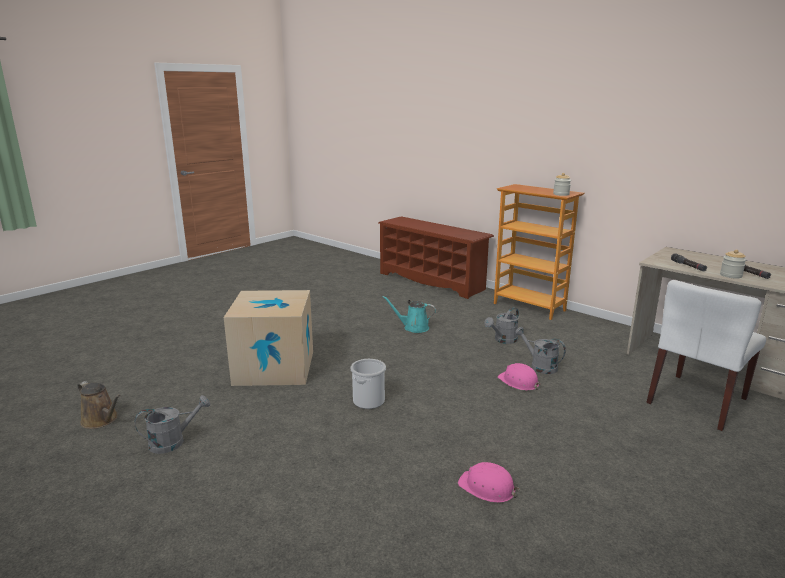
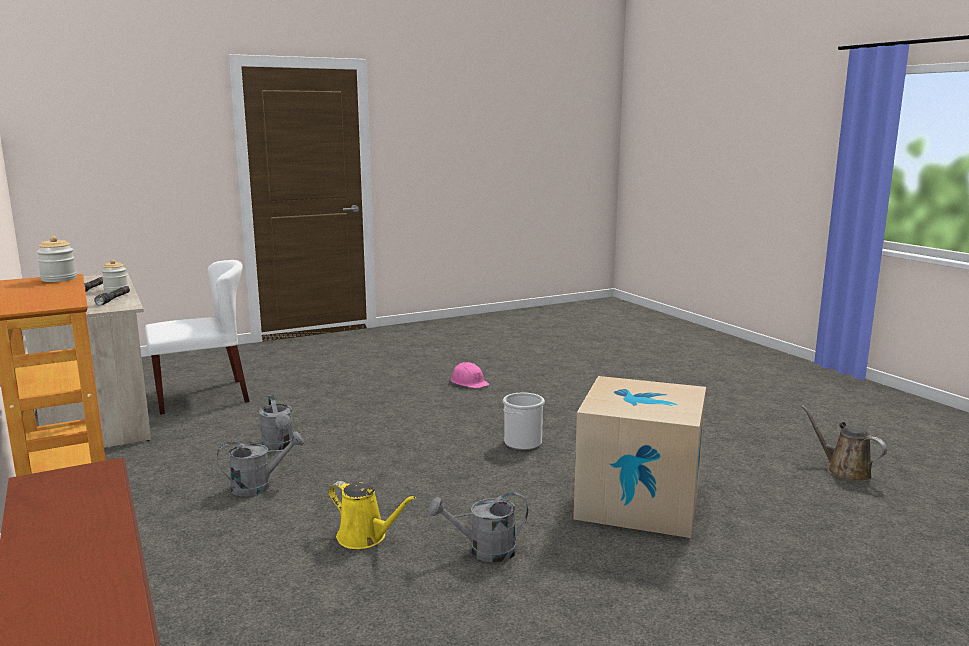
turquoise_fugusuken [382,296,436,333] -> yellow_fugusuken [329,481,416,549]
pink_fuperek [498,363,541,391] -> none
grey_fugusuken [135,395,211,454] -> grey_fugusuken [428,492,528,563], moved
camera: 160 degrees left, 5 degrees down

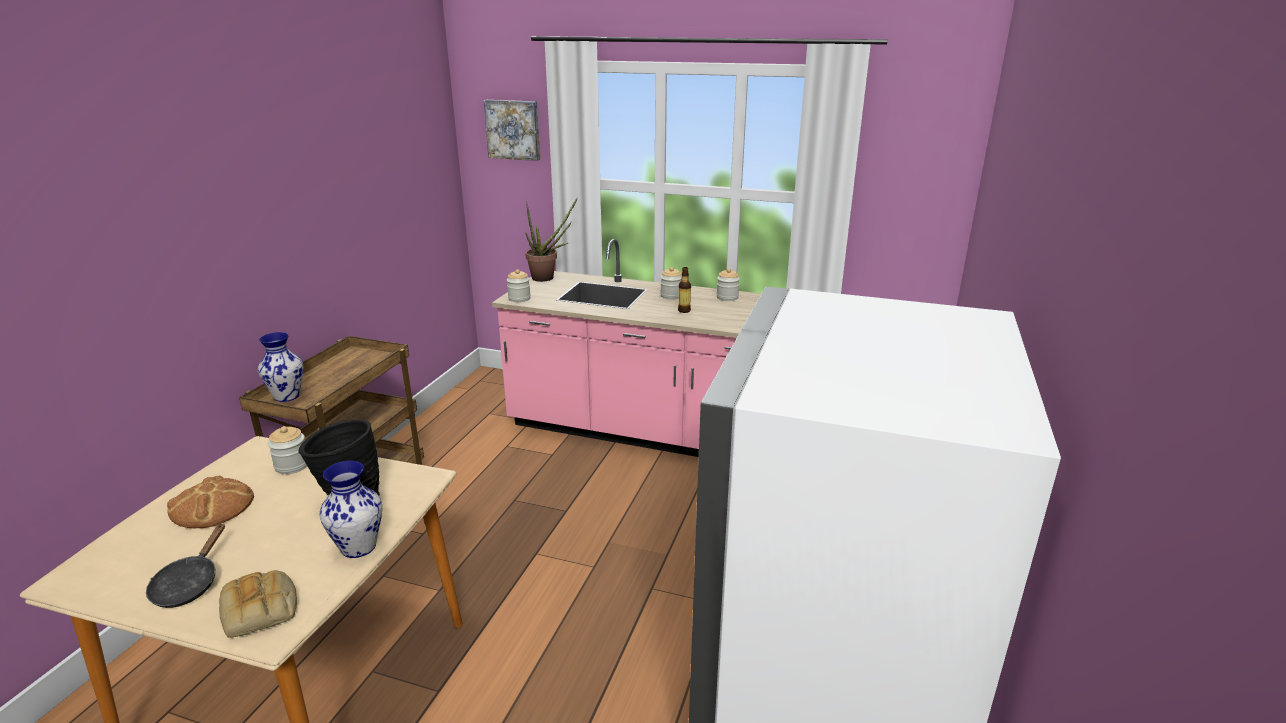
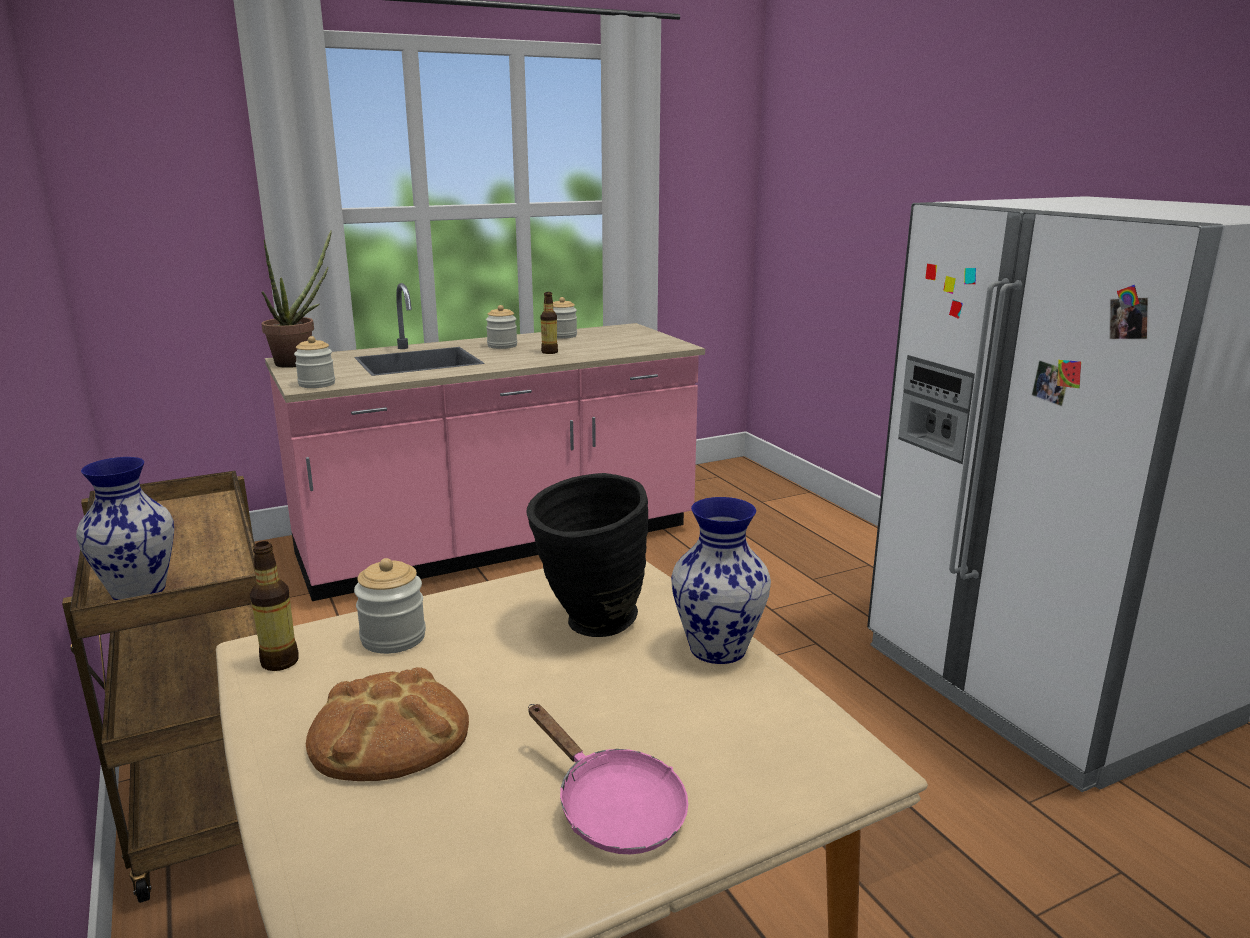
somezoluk [483,100,540,161] -> none
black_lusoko [146,523,225,608] -> pink_lusoko [528,704,688,854]
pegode [219,570,297,638] -> none
none -> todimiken [250,541,299,671]
camera: 45 degrees left, 5 degrees down

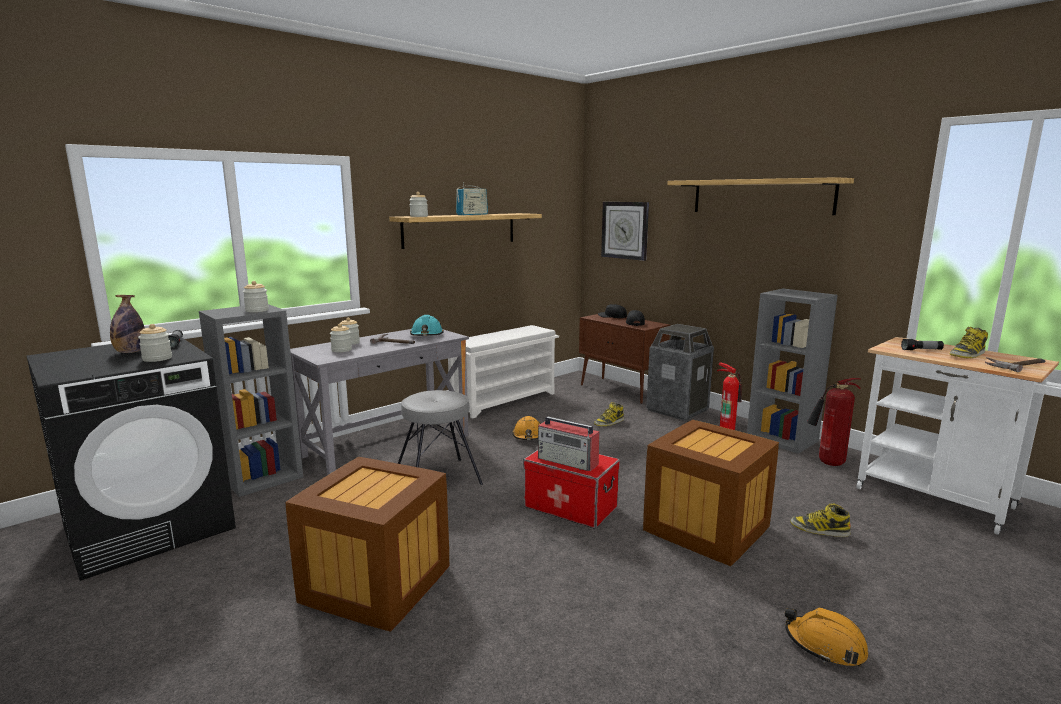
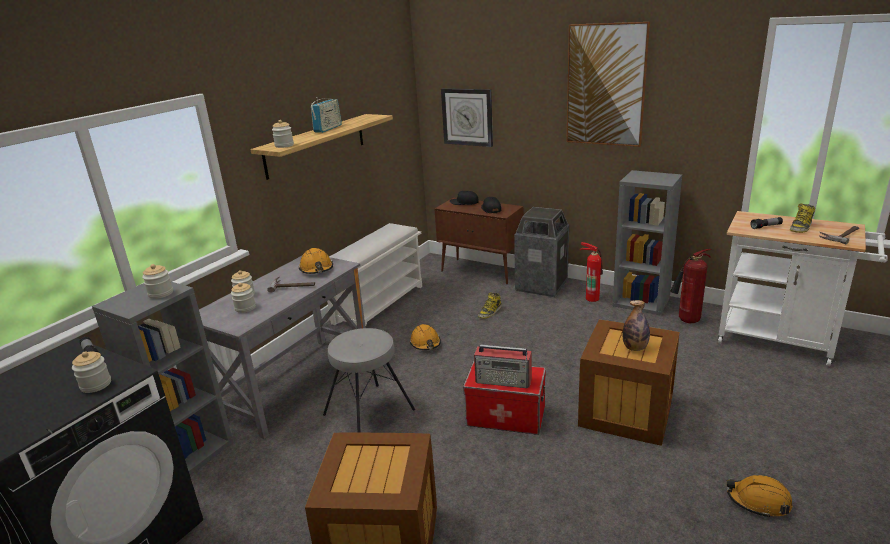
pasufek [667,177,854,215] -> somezoluk [566,22,650,147]
todimiken [110,295,145,353] -> todimiken [623,300,650,351], moved
turquoise_fuperek [410,315,444,336] -> orange_fuperek [299,248,333,274]
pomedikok [790,503,851,537] -> none
camera: 15 degrees left, 10 degrees up

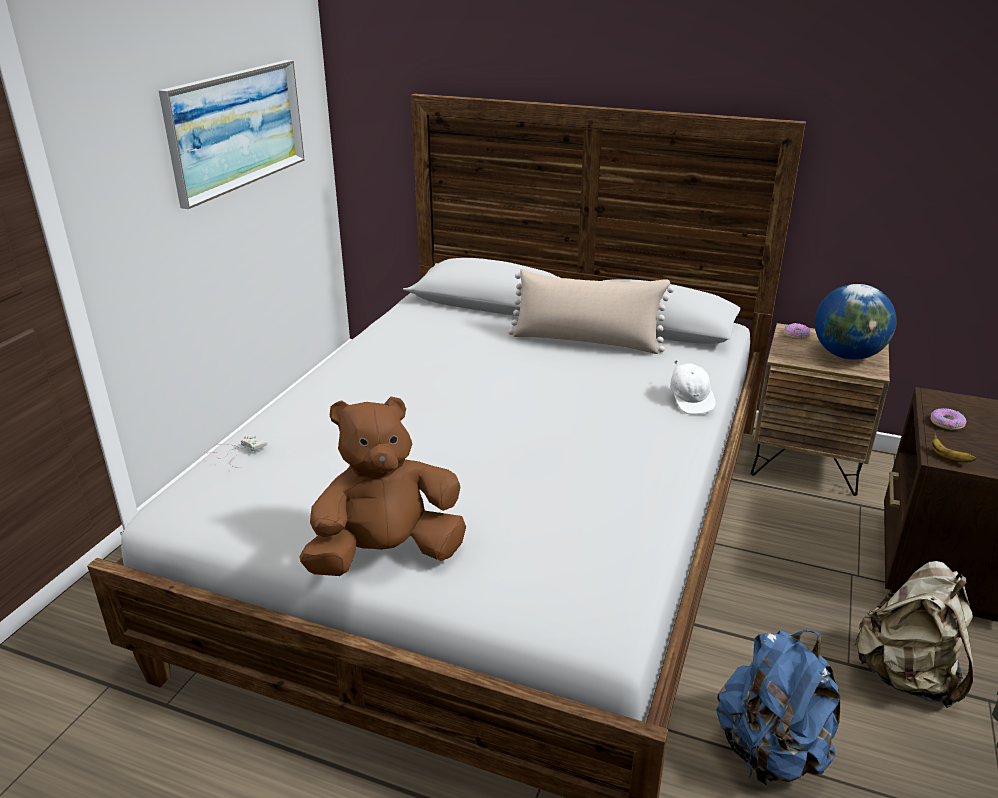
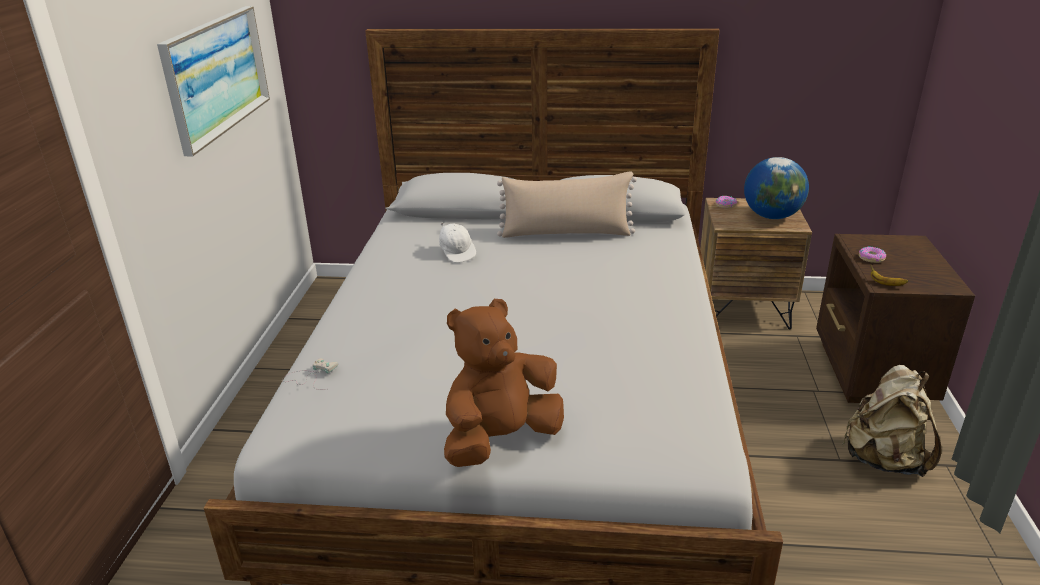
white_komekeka [670,360,716,415] -> white_komekeka [439,223,476,263], moved
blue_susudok [716,630,840,785] -> none
camera: 15 degrees left, 0 degrees up

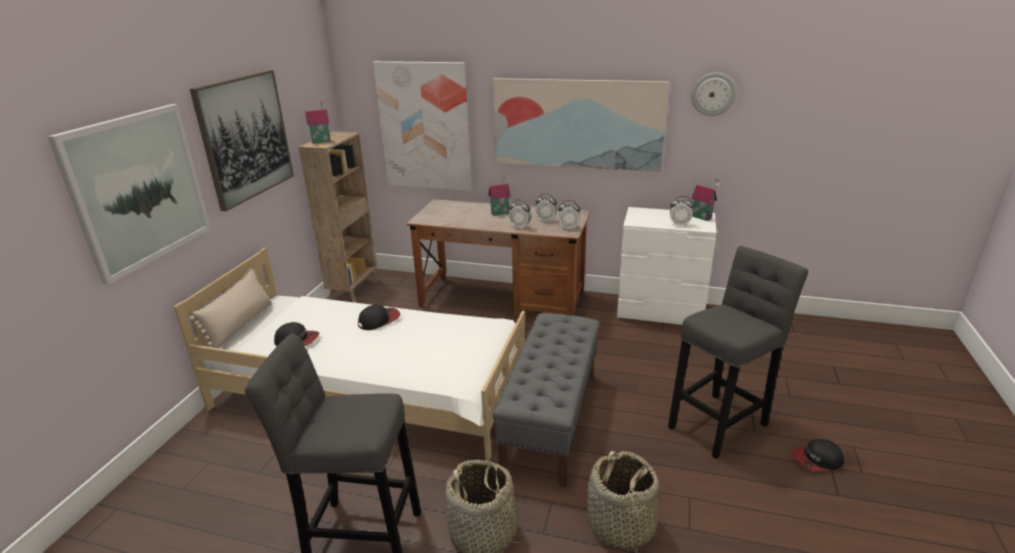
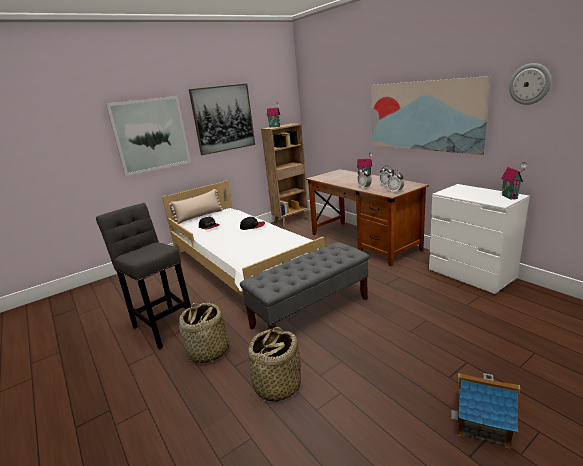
somezoluk [373,61,472,191] -> none
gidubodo [670,196,694,227] -> none
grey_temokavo [668,246,808,459] -> none
komekeka [791,439,844,472] -> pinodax [451,373,521,449]
camera: 40 degrees right, 5 degrees down

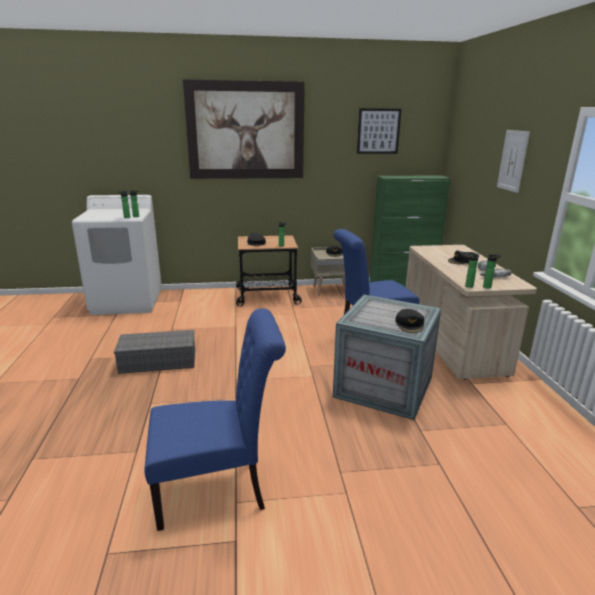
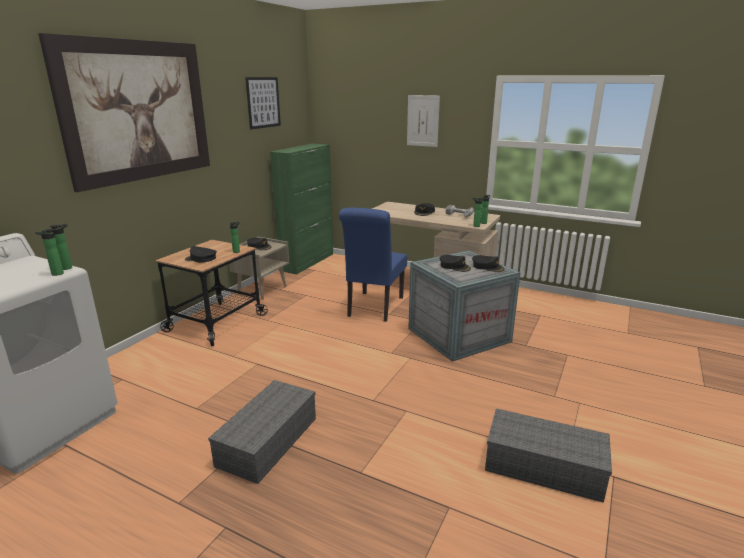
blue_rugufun [145,308,286,531] -> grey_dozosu [485,409,612,503]
none -> black_komekeka [439,255,471,272]
camera: 55 degrees left, 0 degrees up

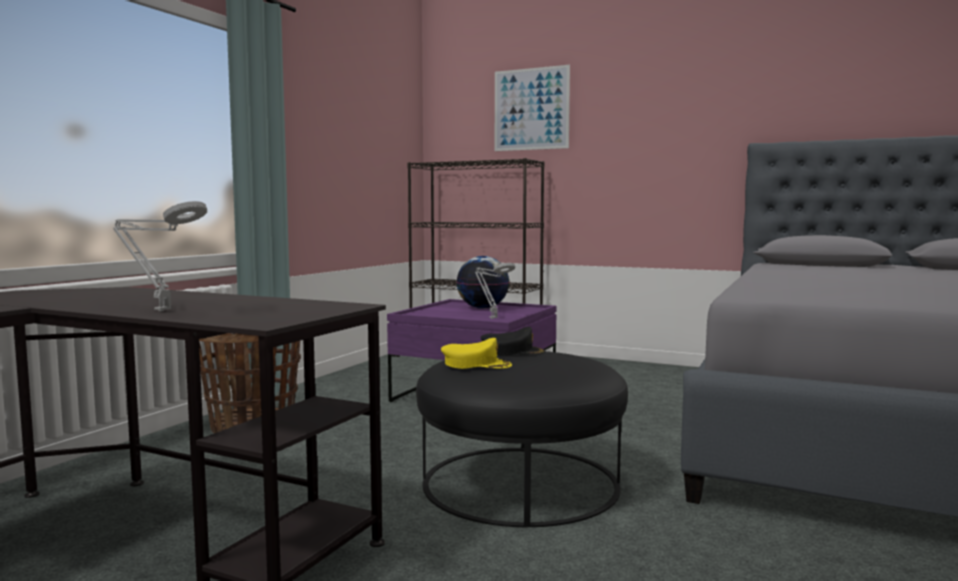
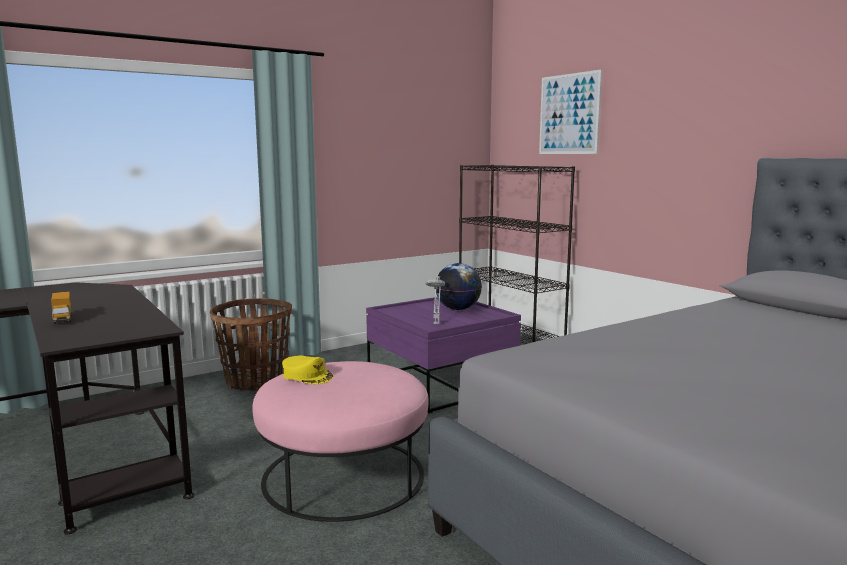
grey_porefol [113,201,207,312] -> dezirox [51,291,71,324]
black_komekeka [481,327,546,356] -> none
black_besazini [416,351,628,527] -> pink_besazini [252,361,429,522]
camera: 30 degrees right, 5 degrees up

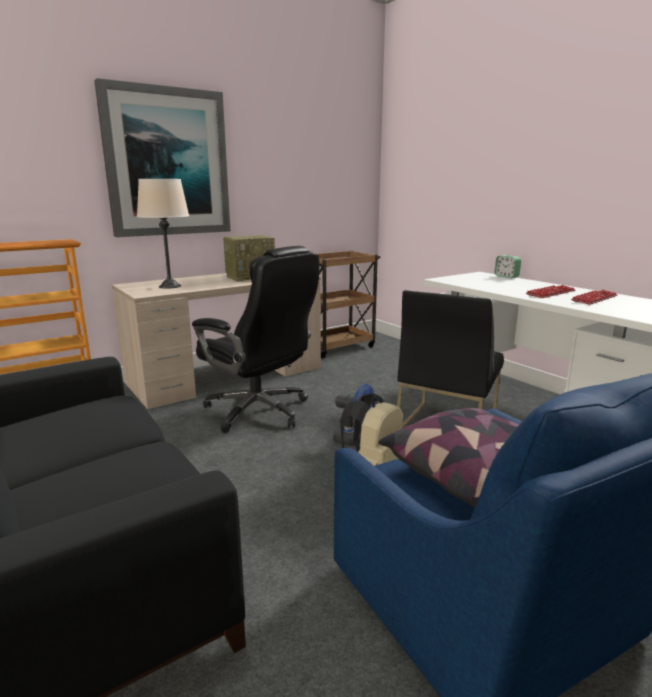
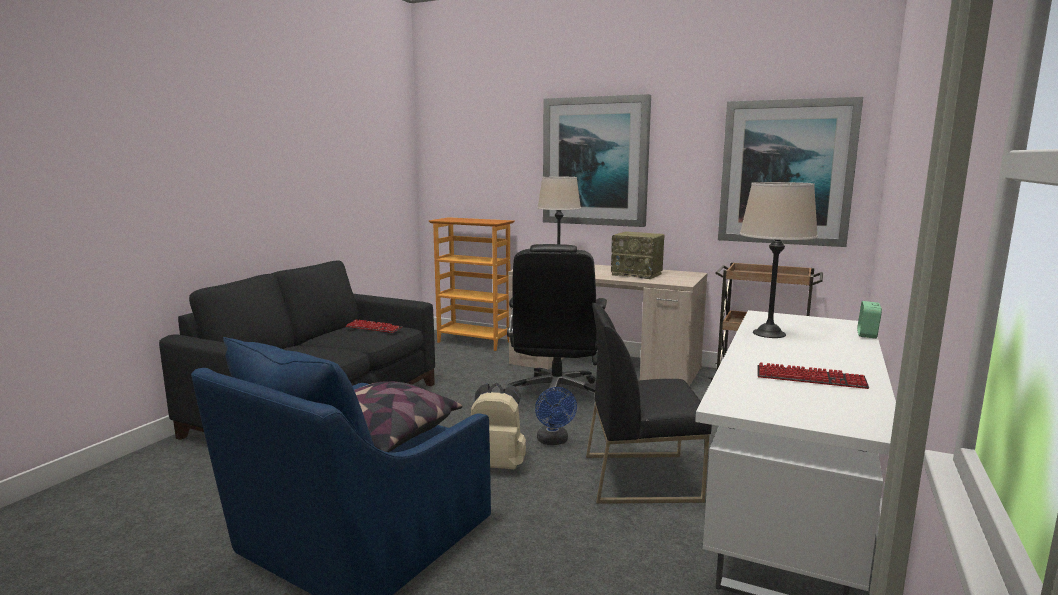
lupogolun [526,285,575,298] -> lupogolun [346,319,402,333], moved
none -> somezoluk [718,97,863,247]
none -> beige_porefol [740,182,818,338]
camera: 60 degrees right, 5 degrees down

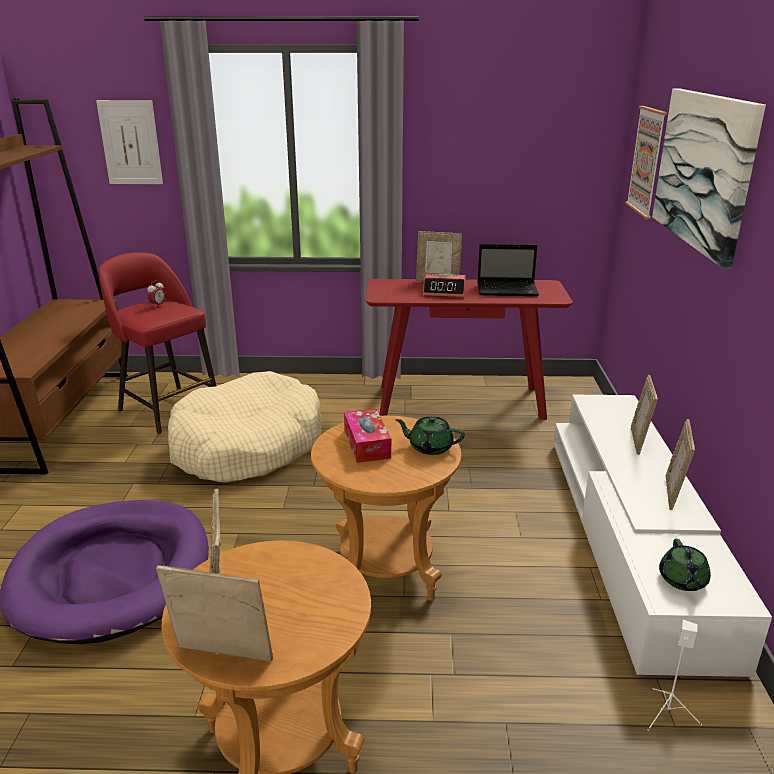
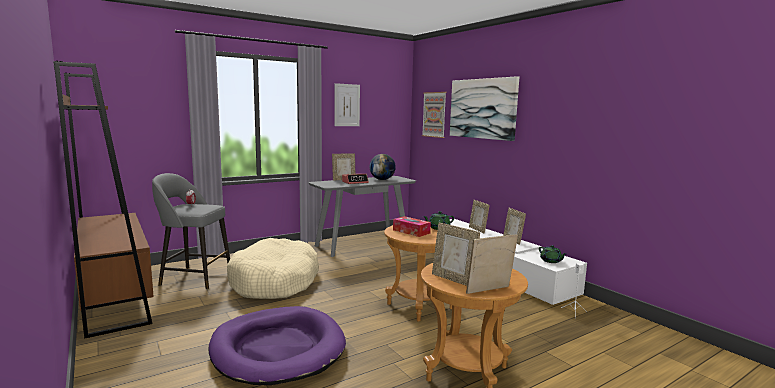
somezoluk [96,100,163,184] -> somezoluk [334,83,360,126], moved
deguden [477,244,539,296] -> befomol [370,154,396,180]
red_temokavo [98,252,216,434] -> grey_temokavo [152,173,230,289]
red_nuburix [365,279,573,420] -> grey_nuburix [308,176,416,257]
camera: 35 degrees left, 15 degrees down

